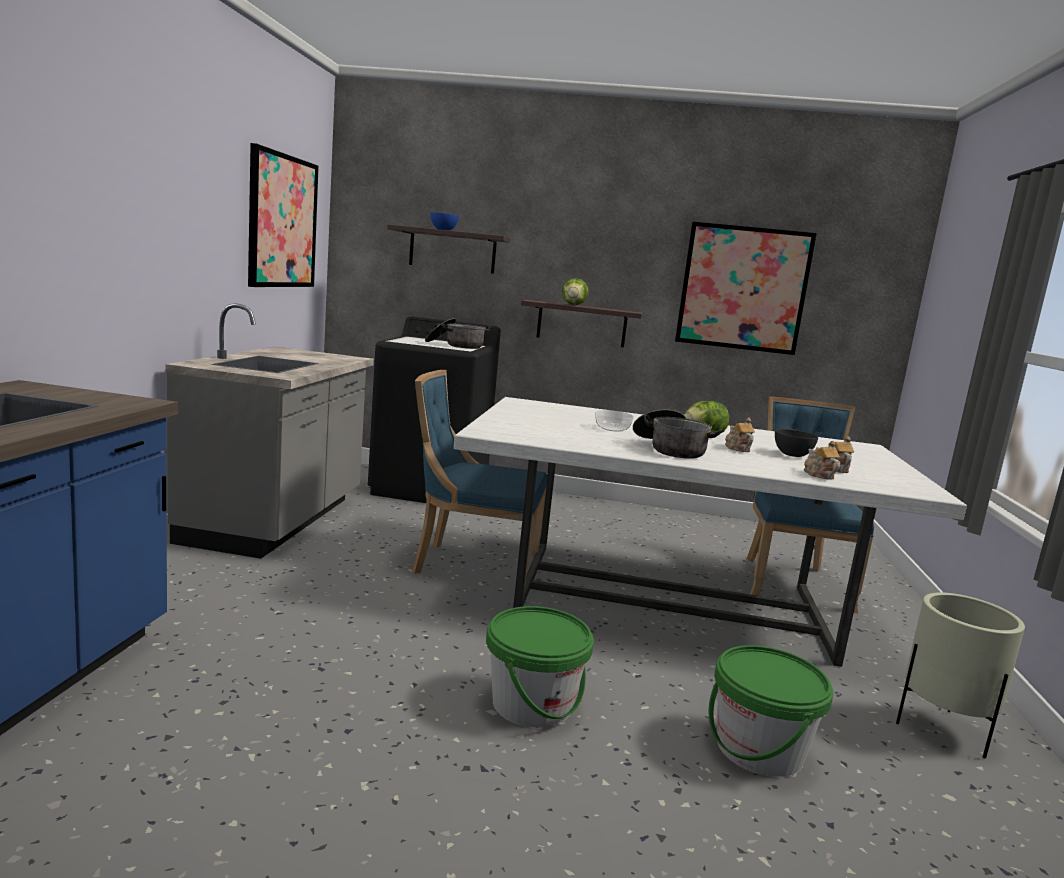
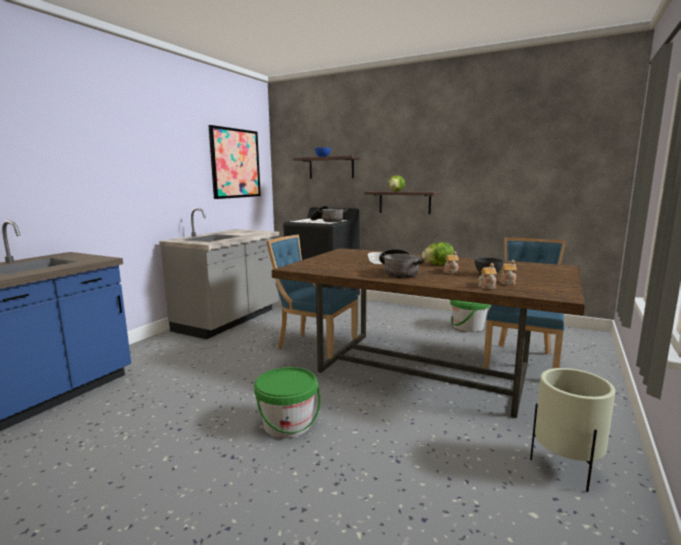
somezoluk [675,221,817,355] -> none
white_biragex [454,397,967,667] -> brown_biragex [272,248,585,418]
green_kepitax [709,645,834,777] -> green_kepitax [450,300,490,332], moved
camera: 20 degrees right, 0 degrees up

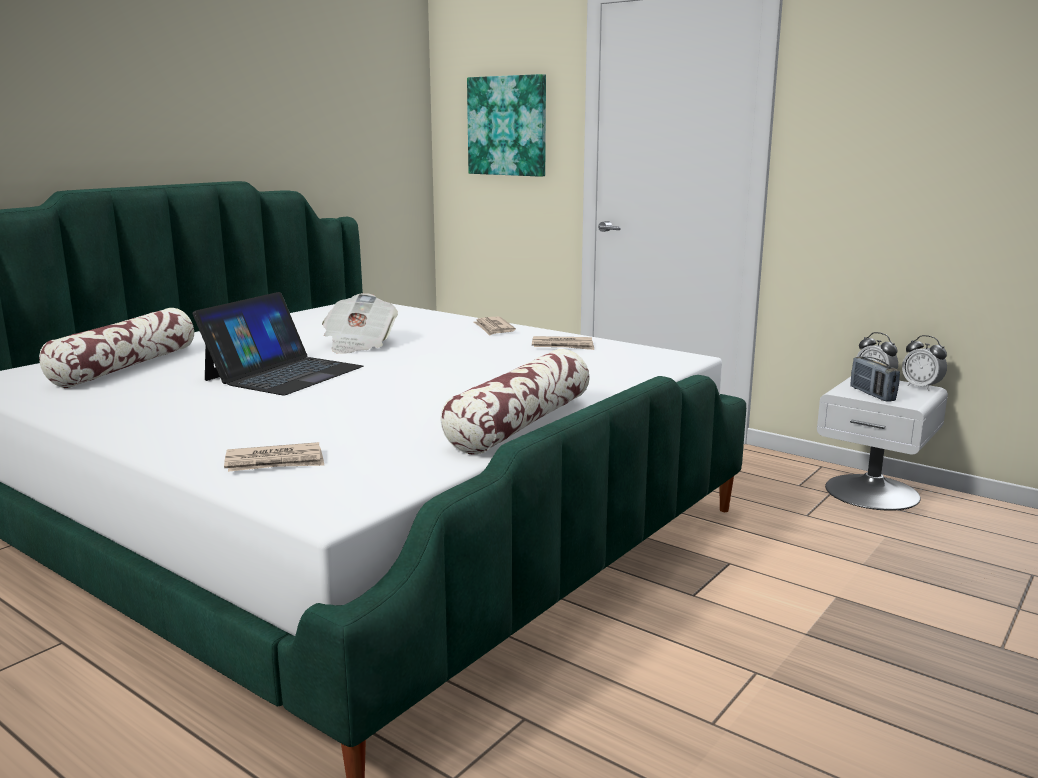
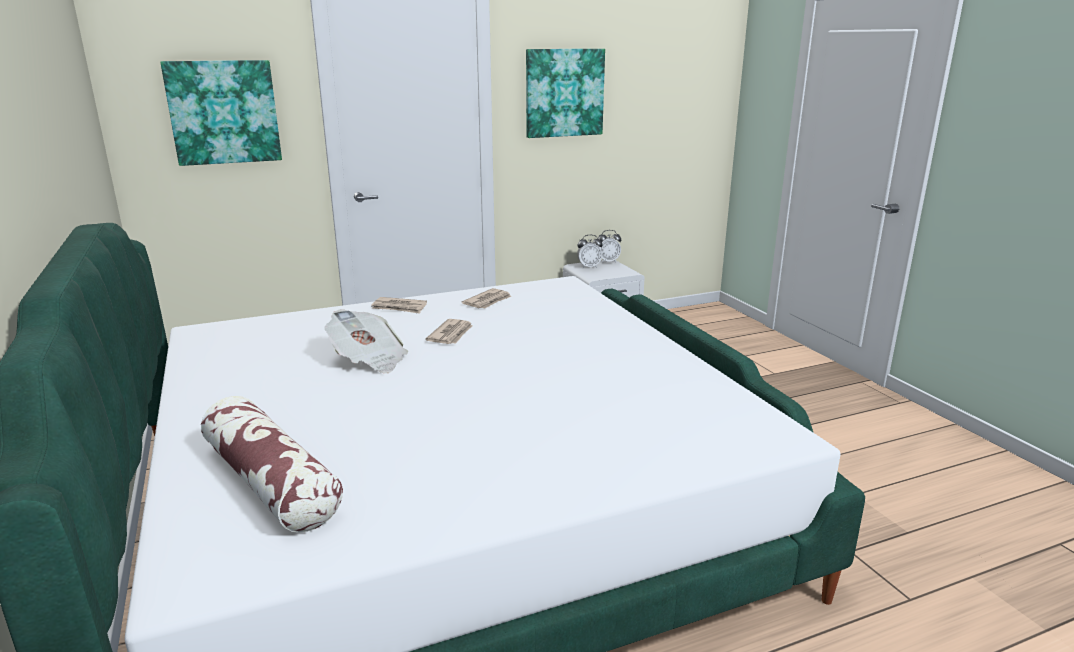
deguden [193,292,363,395] -> none
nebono [440,349,590,455] -> none
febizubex [850,357,900,401] -> none
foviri [224,442,325,472] -> foviri [425,319,472,344], moved
none -> somezoluk [526,49,605,138]
camera: 60 degrees left, 5 degrees up

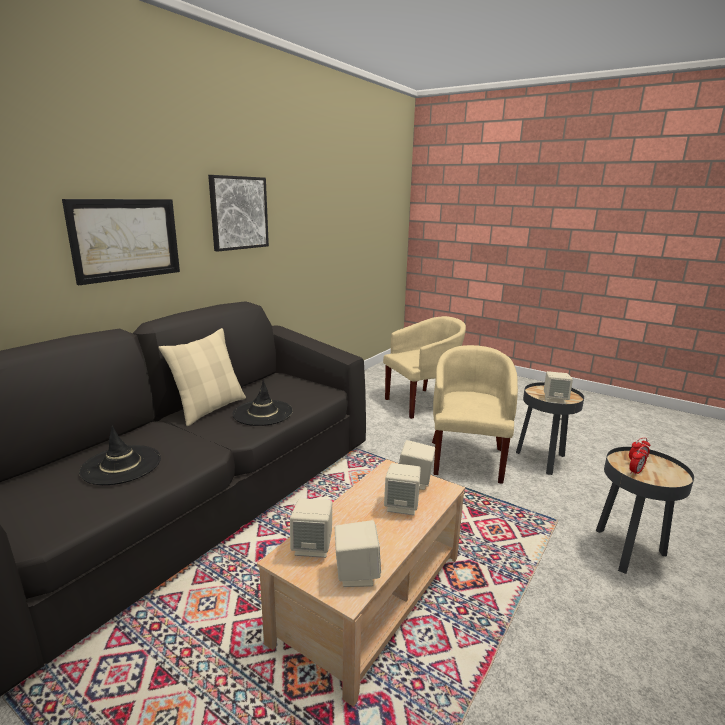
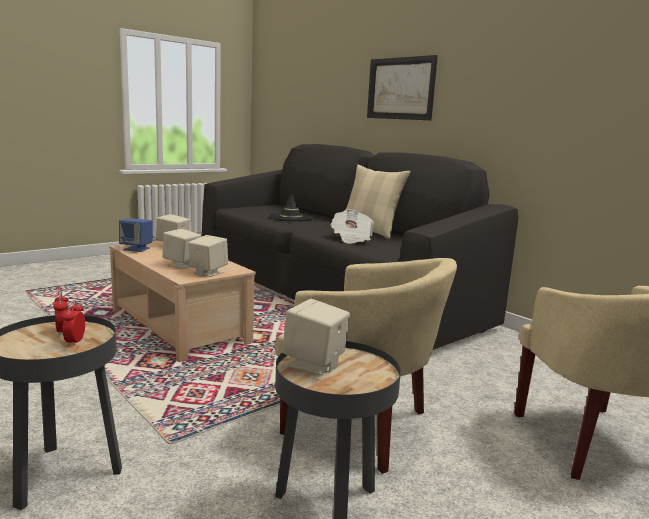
somezoluk [208,175,269,251] -> none
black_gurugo [232,380,293,426] -> foviri [330,209,374,244]
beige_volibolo [335,520,381,587] -> blue_volibolo [119,218,153,252]
camera: 105 degrees right, 5 degrees down

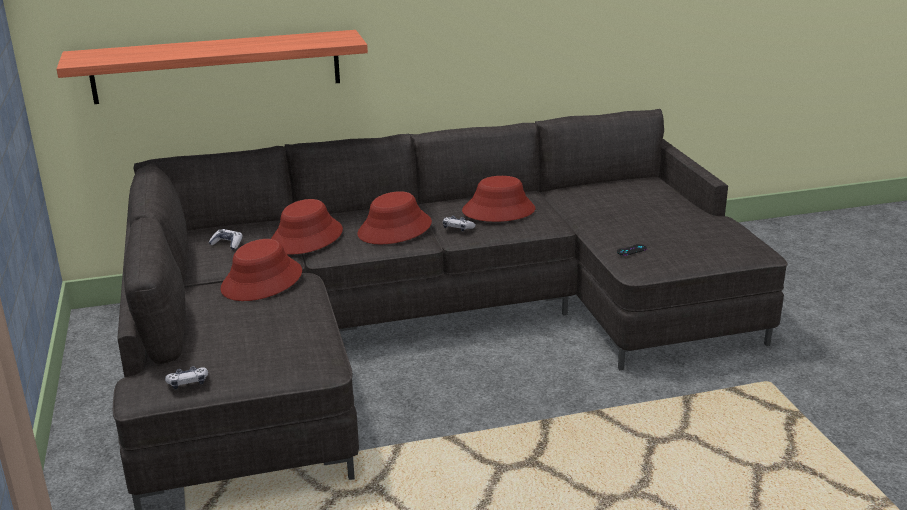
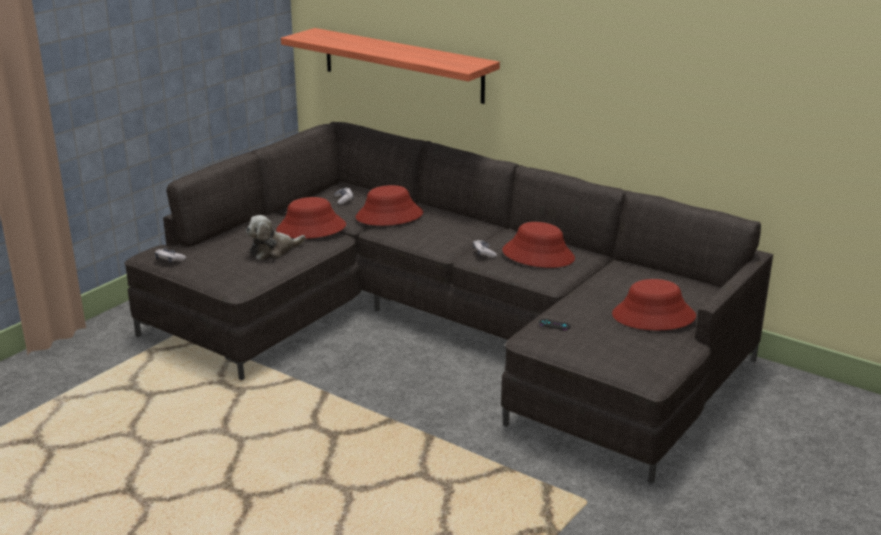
red_gurugo [357,191,432,244] -> red_gurugo [612,279,696,330], moved
none -> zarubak [246,215,306,260]
camera: 50 degrees right, 0 degrees up

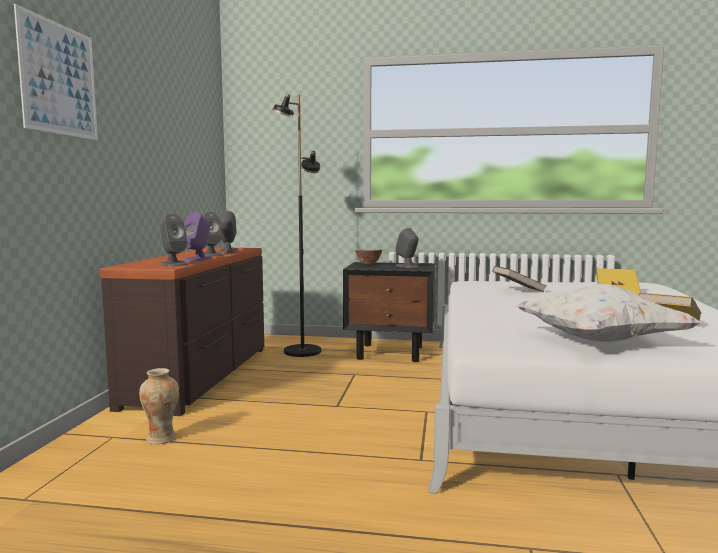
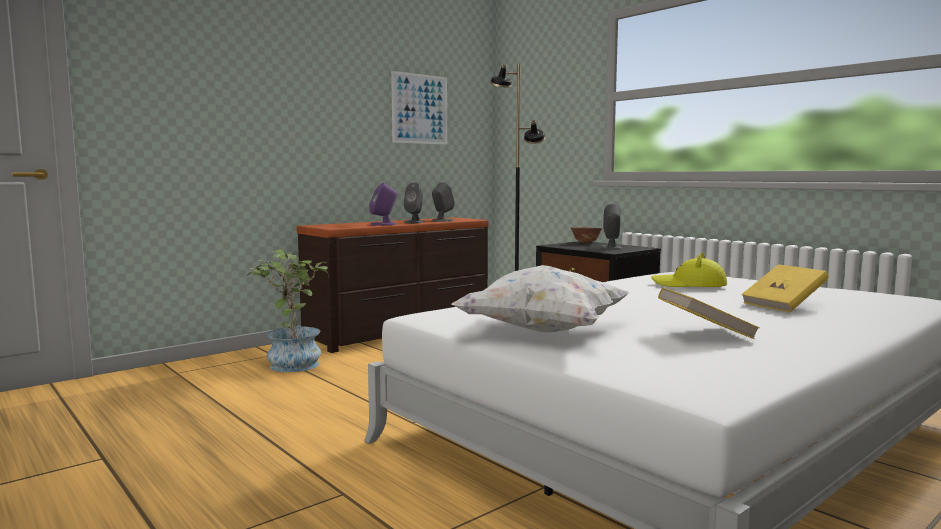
somezoluk [14,4,98,140] -> somezoluk [391,71,447,145], moved
grey_volibolo [160,213,188,266] -> none
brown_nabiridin [492,266,546,292] -> yellow_gurugo [651,252,727,287]
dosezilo [139,368,179,444] -> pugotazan [247,250,329,372]
camera: 40 degrees right, 0 degrees up

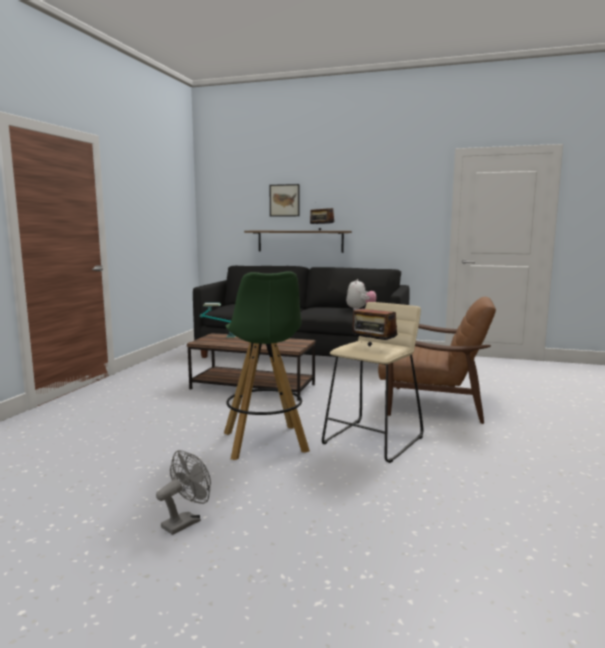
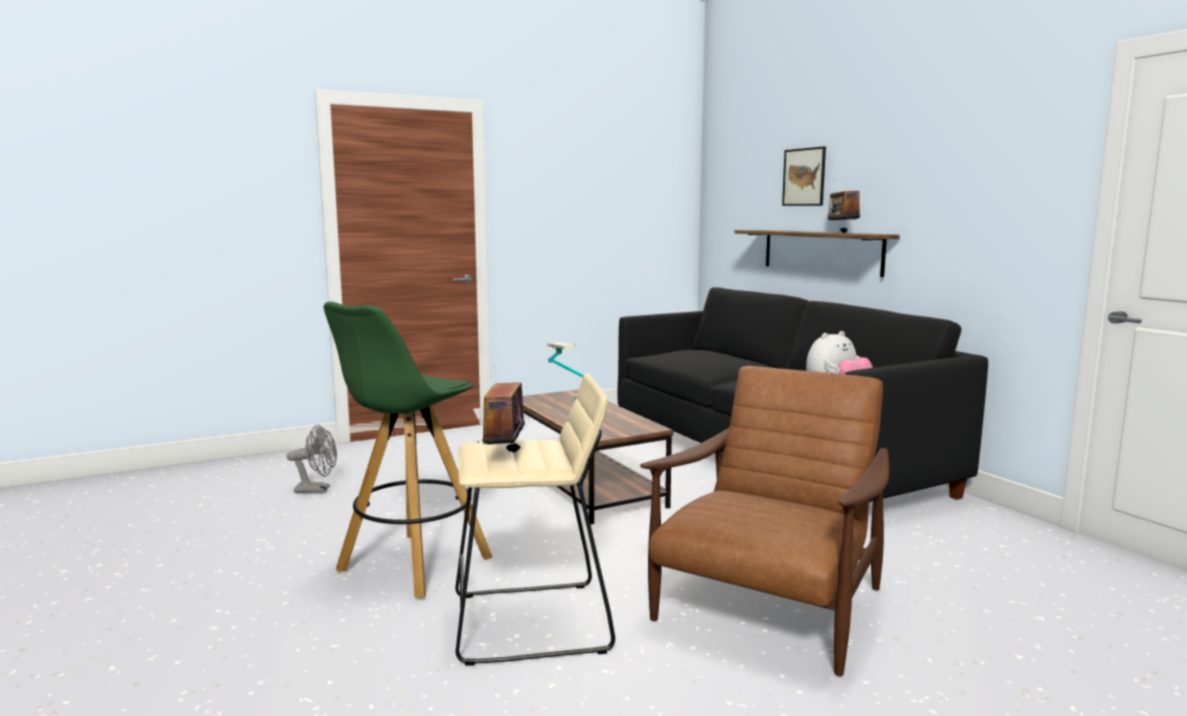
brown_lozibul [378,297,496,424] -> brown_lozibul [640,366,889,677], 120 degrees counterclockwise
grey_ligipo [156,450,211,535] -> grey_ligipo [287,425,337,493], moved
camera: 45 degrees right, 0 degrees up

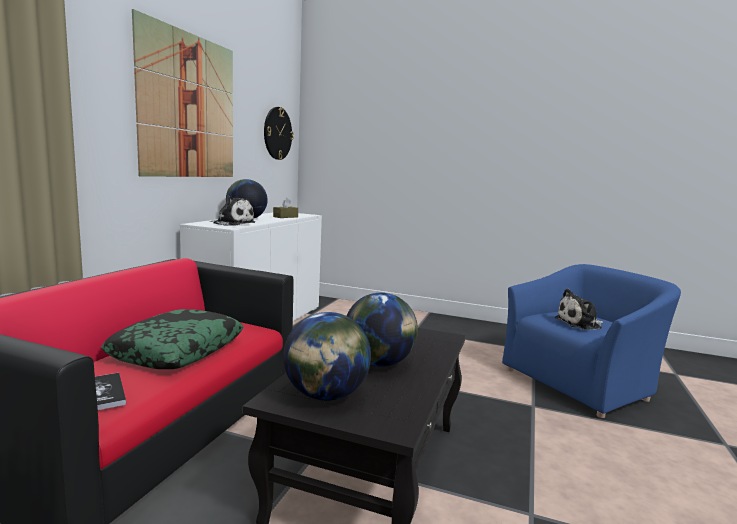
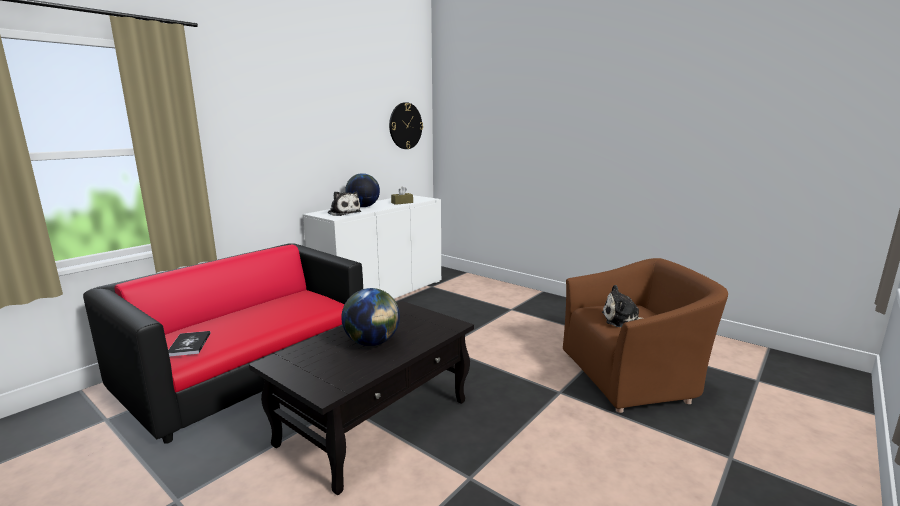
somezoluk [132,9,233,177] -> none
blue_lozibul [502,264,681,418] -> brown_lozibul [563,258,728,413]
nebono [101,309,244,369] -> none
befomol [283,312,371,401] -> none
camera: 20 degrees right, 5 degrees up

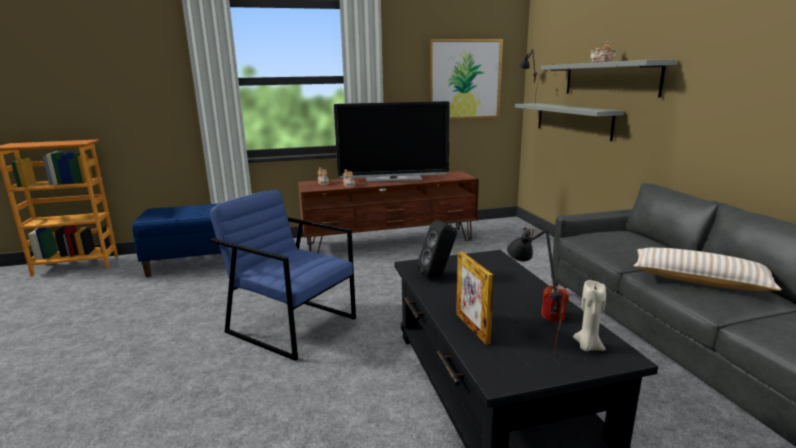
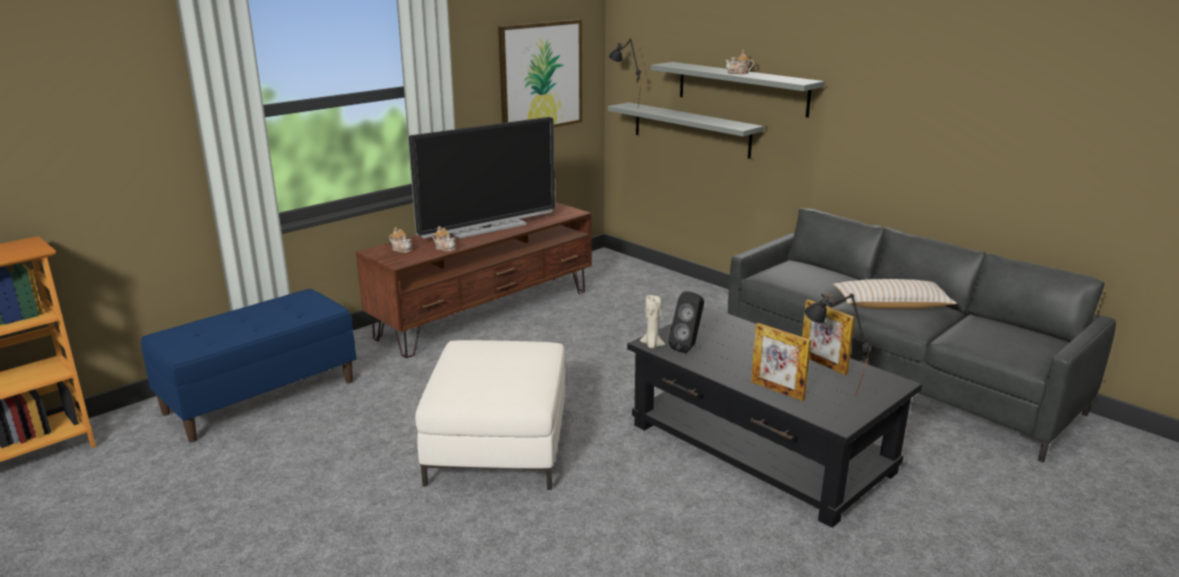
blue_lozibul [209,190,356,361] -> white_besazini [415,340,565,490]
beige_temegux [573,280,606,351] -> beige_temegux [640,295,665,349], moved
red_temegux [541,286,569,321] -> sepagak [802,299,855,375]
camera: 30 degrees left, 5 degrees up

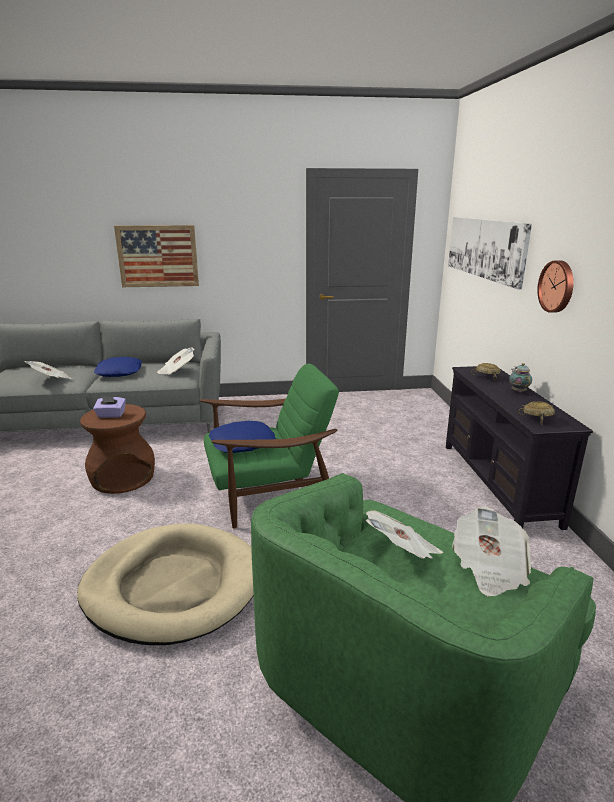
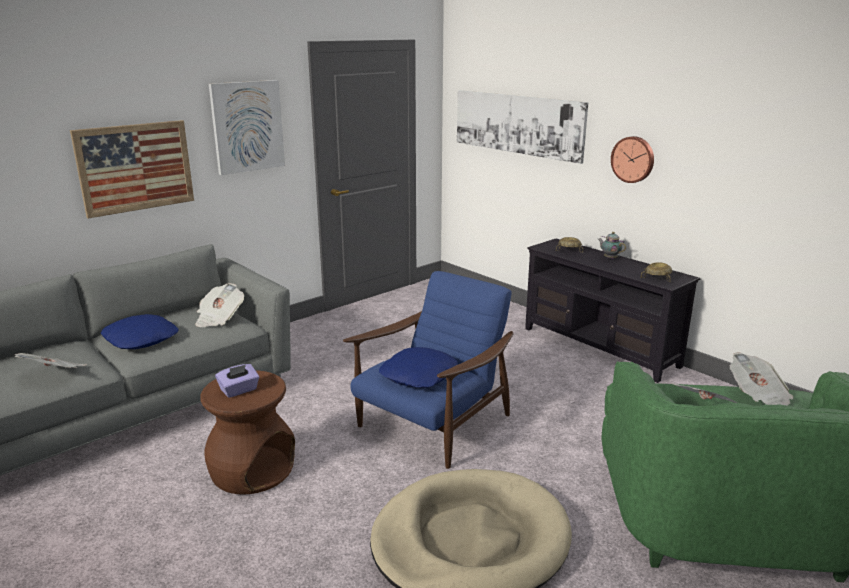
green_lozibul [199,364,339,529] -> blue_lozibul [343,271,514,469]
none -> somezoluk [209,80,285,175]
camera: 35 degrees left, 0 degrees up

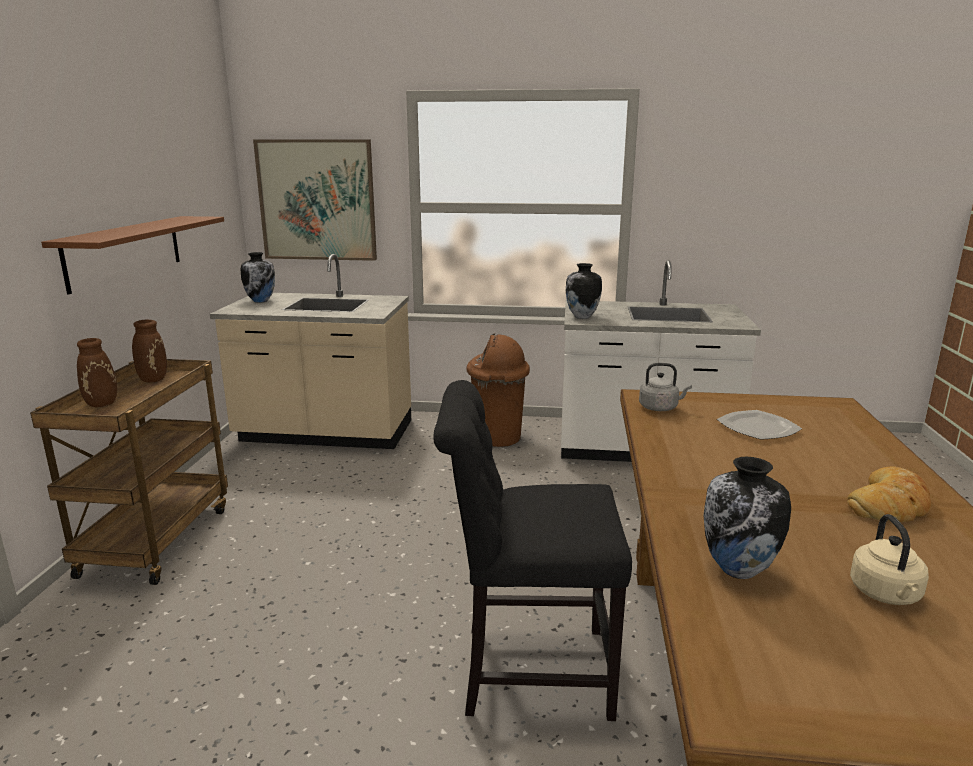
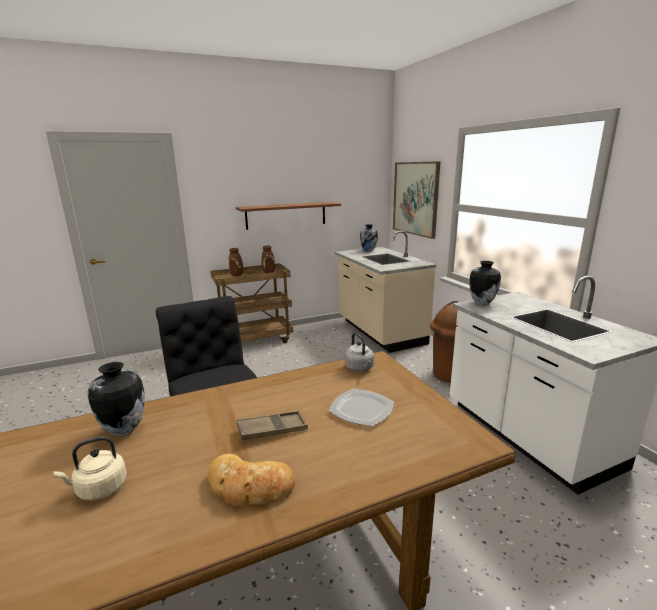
none -> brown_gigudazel [237,411,308,440]
camera: 60 degrees right, 0 degrees up

